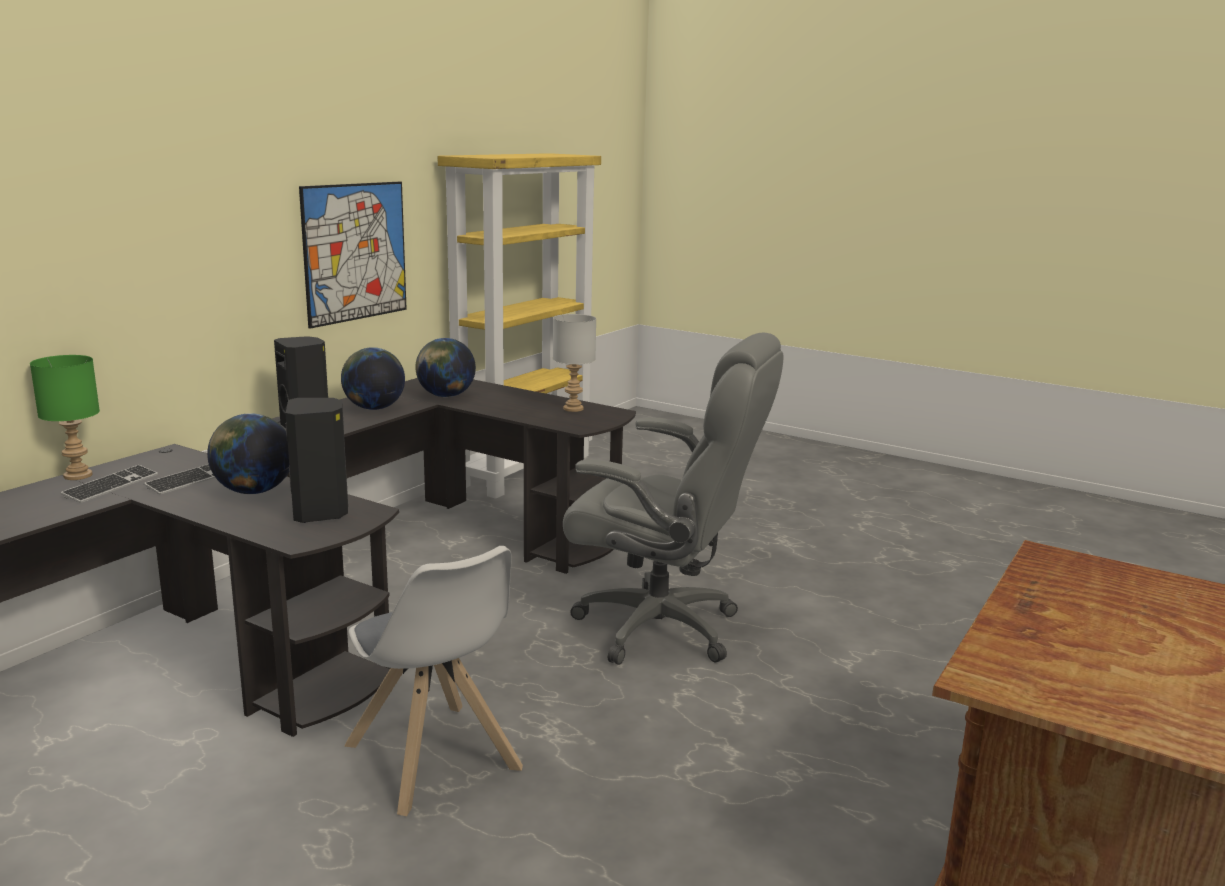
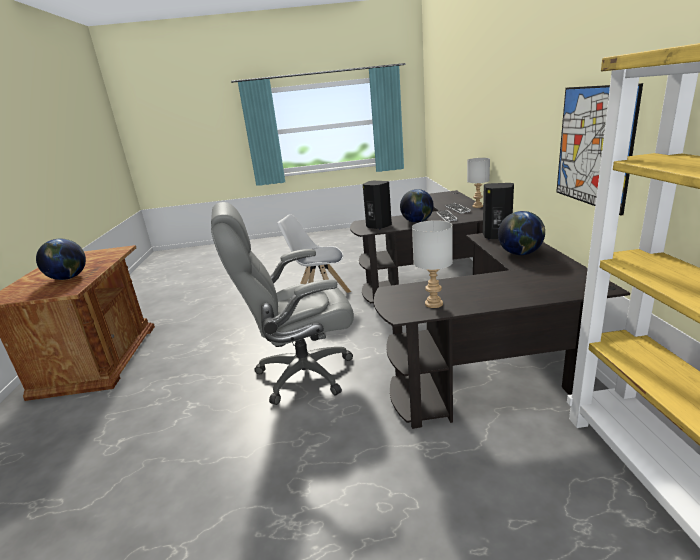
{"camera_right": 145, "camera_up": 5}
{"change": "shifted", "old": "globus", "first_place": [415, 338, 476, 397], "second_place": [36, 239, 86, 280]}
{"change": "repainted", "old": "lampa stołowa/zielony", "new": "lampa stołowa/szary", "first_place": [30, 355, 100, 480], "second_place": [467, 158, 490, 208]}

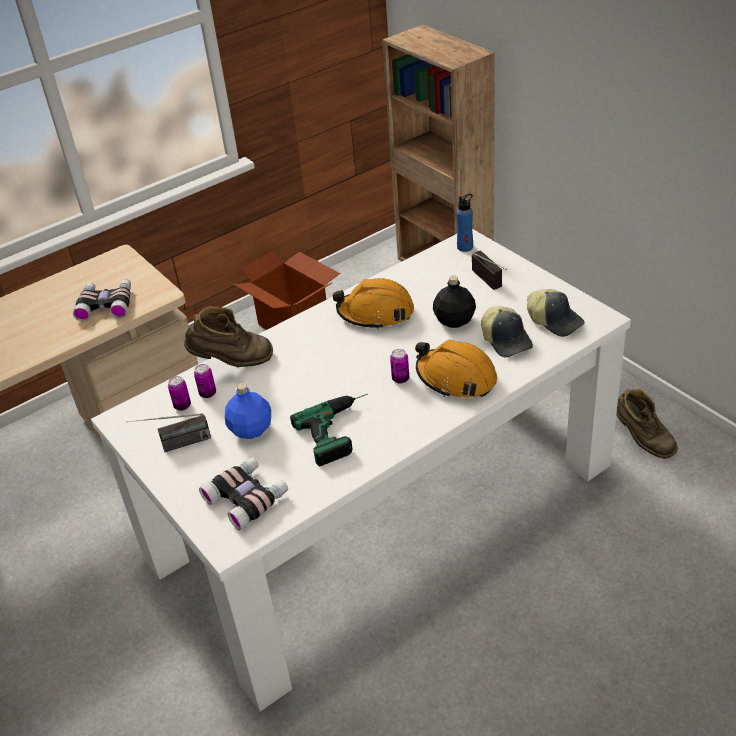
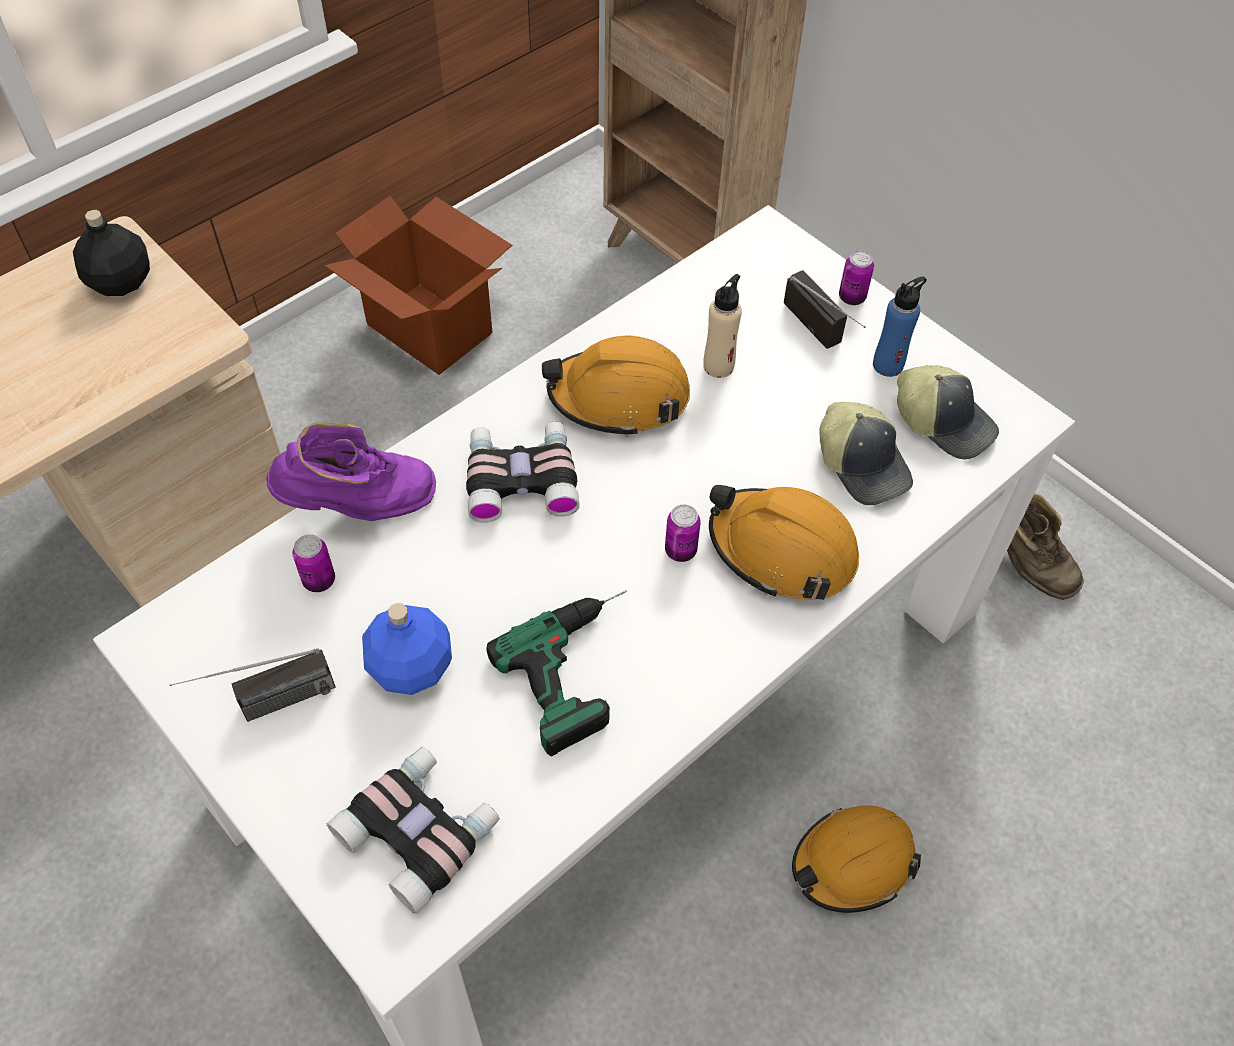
{"camera_right": -10, "camera_up": 15}
{"change": "shifted", "old": "butelka/czarny", "first_place": [433, 275, 476, 328], "second_place": [73, 210, 150, 296]}
{"change": "repainted", "old": "but z cholewką/brązowy", "new": "but z cholewką/fioletowy", "first_place": [184, 306, 273, 367], "second_place": [266, 422, 436, 521]}
{"change": "shifted", "old": "lornetka", "first_place": [73, 279, 131, 321], "second_place": [466, 422, 580, 523]}
{"change": "new", "new": "butelka/beżowy", "second_place": [703, 274, 742, 378]}
{"change": "new", "new": "kask/pomarańczowy", "second_place": [792, 805, 921, 913]}
{"change": "shifted", "old": "puszka", "first_place": [168, 376, 191, 411], "second_place": [839, 250, 874, 305]}
{"change": "shifted", "old": "butelka/niebieski", "first_place": [456, 194, 473, 252], "second_place": [873, 277, 927, 377]}

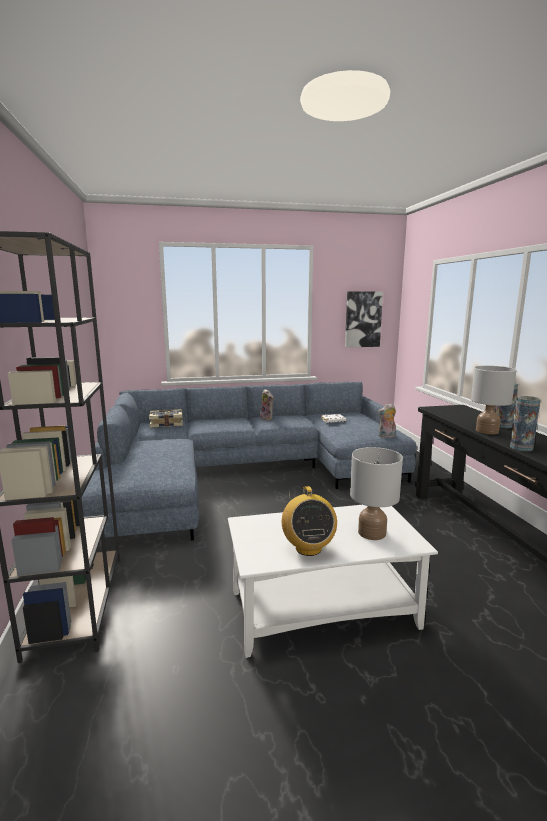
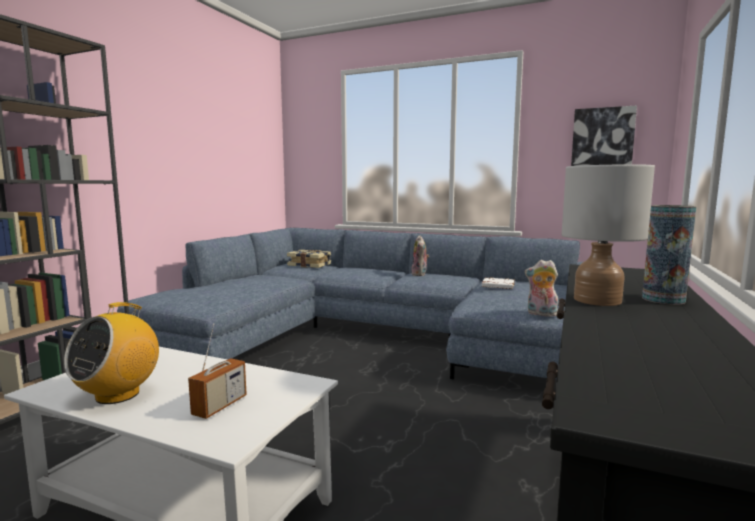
{"camera_right": 35, "camera_up": -5}
{"change": "swapped", "old": "lampa stołowa/szary", "new": "radio", "first_place": [350, 447, 403, 540], "second_place": [188, 323, 247, 419]}
{"change": "gone", "old": "wazon", "first_place": [510, 396, 541, 451]}

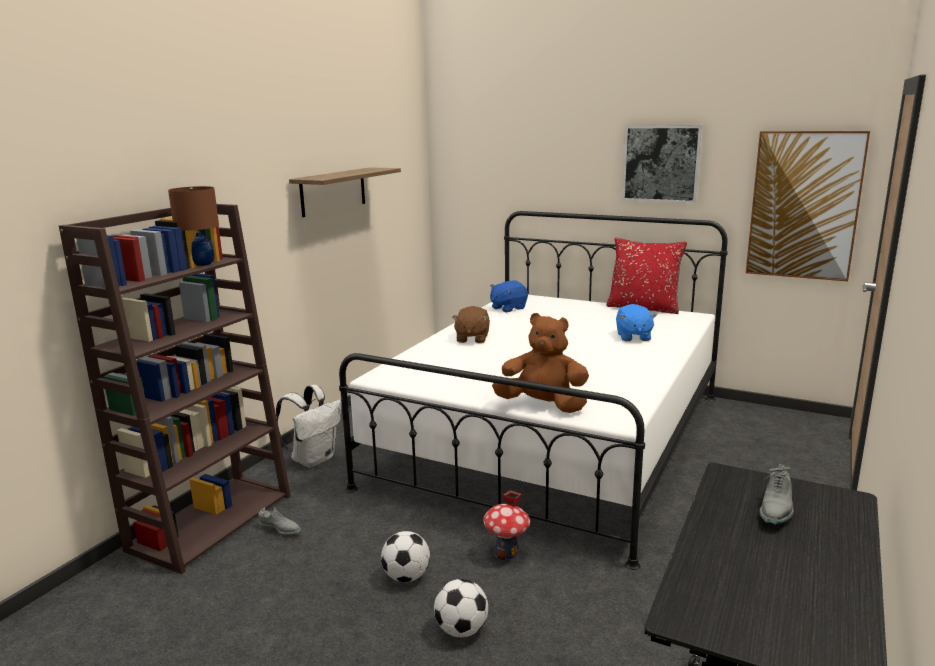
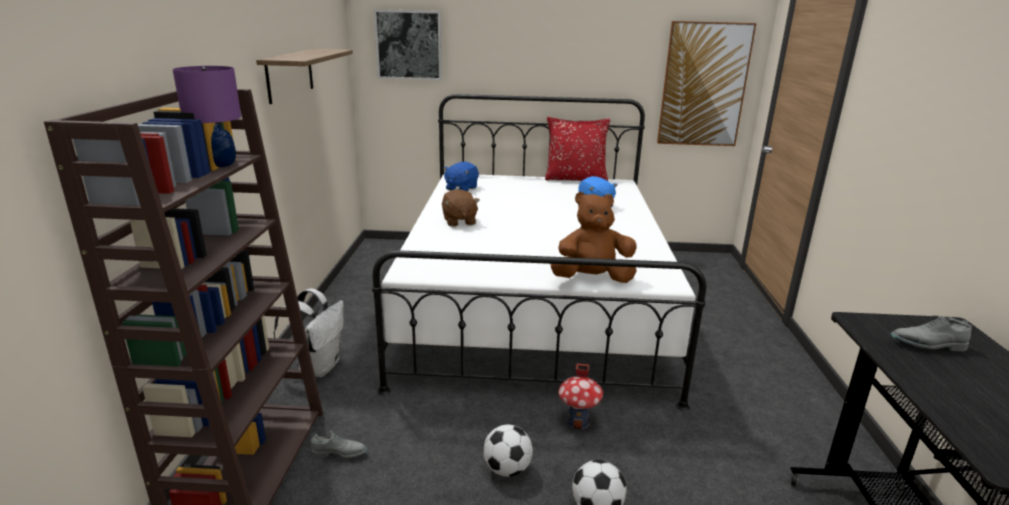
{"camera_right": -25, "camera_up": 5}
{"change": "repainted", "old": "lampa stołowa/brązowy", "new": "lampa stołowa/fioletowy", "first_place": [168, 186, 219, 266], "second_place": [173, 66, 241, 167]}
{"change": "shifted", "old": "obraz", "first_place": [622, 125, 703, 203], "second_place": [374, 9, 442, 81]}
{"change": "rotated", "old": "but/szary", "first_place": [759, 464, 794, 525], "second_place": [890, 315, 972, 351], "degrees": 90}

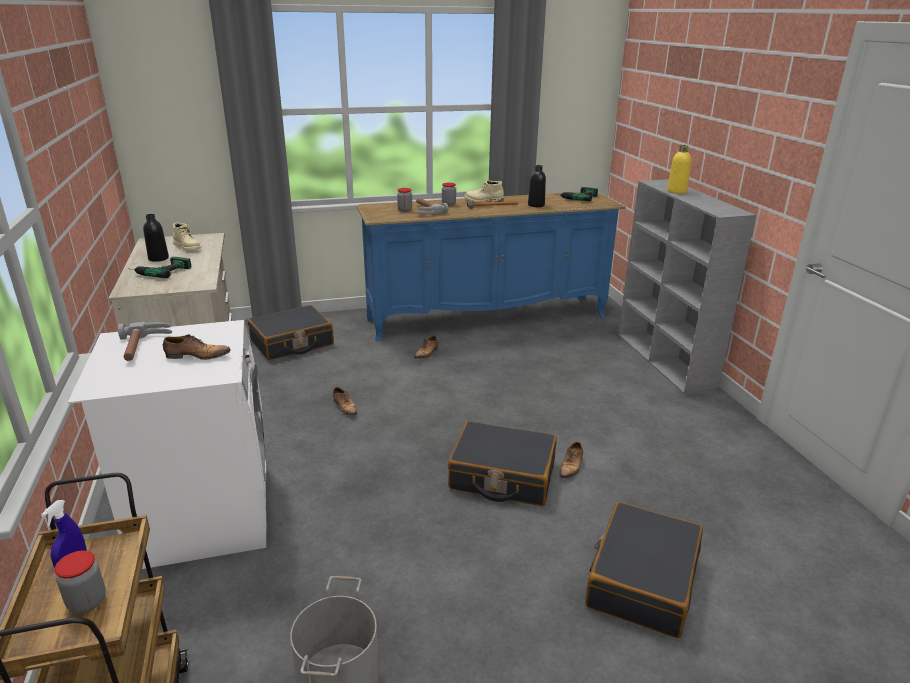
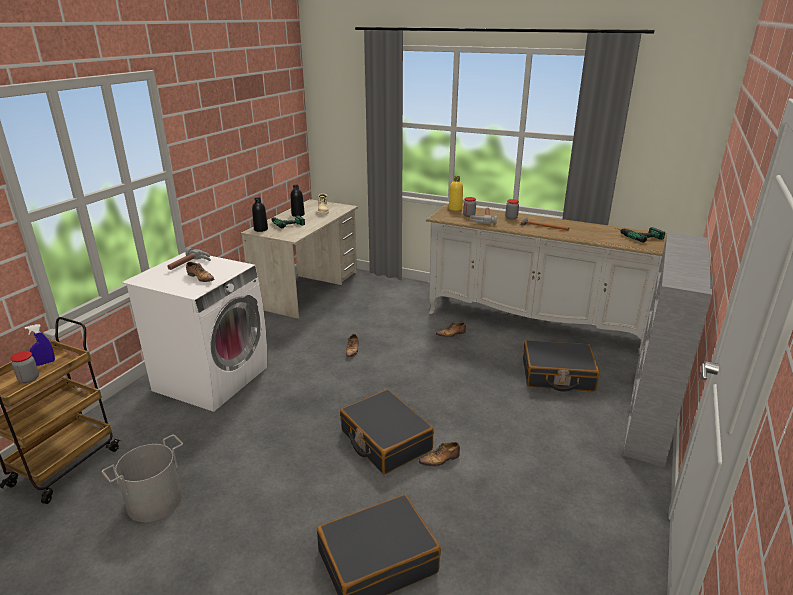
{"camera_right": 40, "camera_up": 0}
{"change": "shifted", "old": "butelka/czarny", "first_place": [528, 165, 546, 207], "second_place": [252, 197, 268, 232]}
{"change": "repainted", "old": "szafka/niebieski", "new": "szafka/szary", "first_place": [357, 192, 626, 342], "second_place": [426, 204, 667, 353]}
{"change": "shifted", "old": "butelka/żółty", "first_place": [667, 145, 691, 194], "second_place": [449, 176, 463, 211]}
{"change": "shifted", "old": "walizka/czarny", "first_place": [248, 305, 334, 360], "second_place": [523, 340, 600, 392]}
{"change": "gone", "old": "but z cholewką/beżowy", "first_place": [464, 180, 504, 203]}

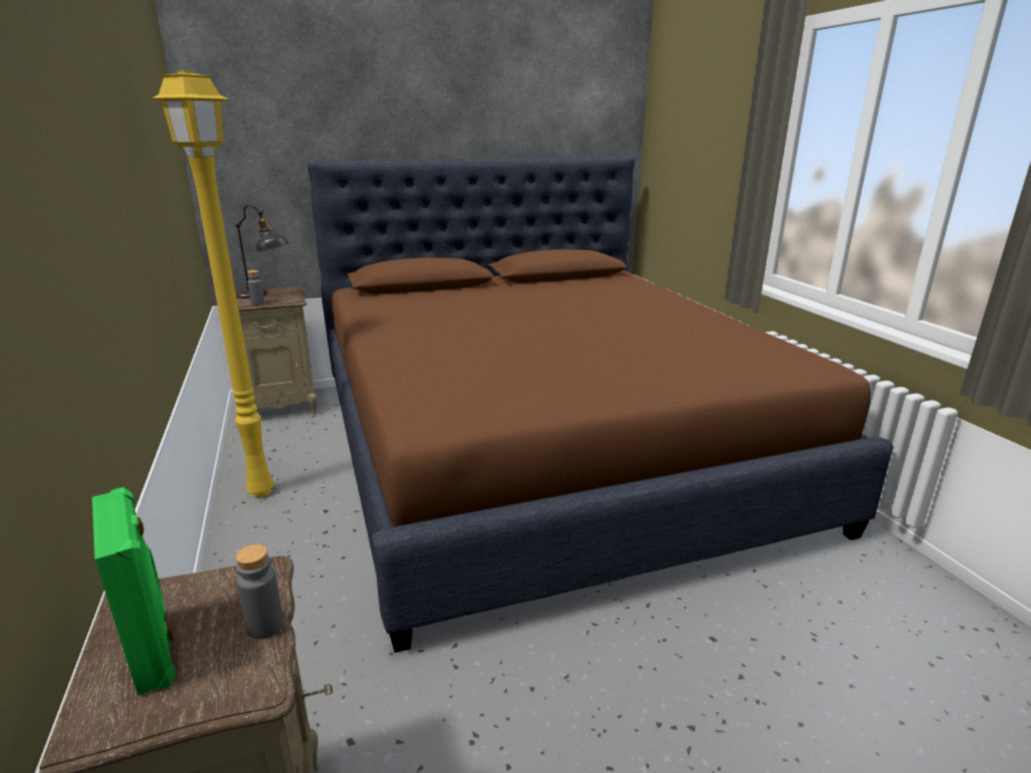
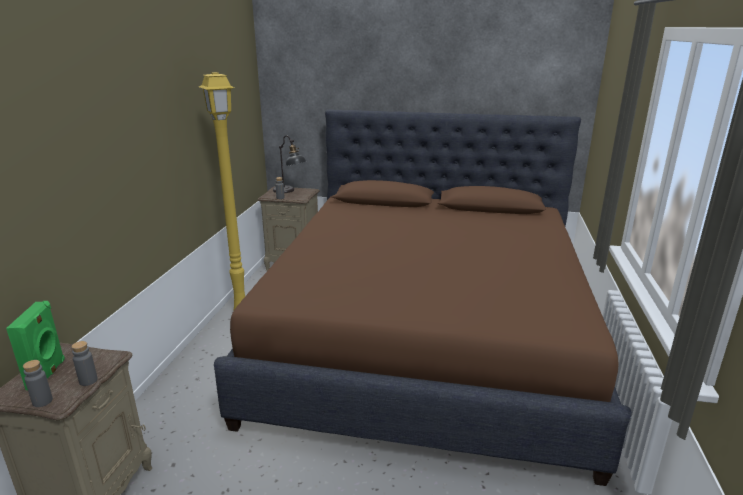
{"camera_right": 30, "camera_up": 0}
{"change": "new", "new": "butelka/szary", "second_place": [23, 360, 53, 407]}

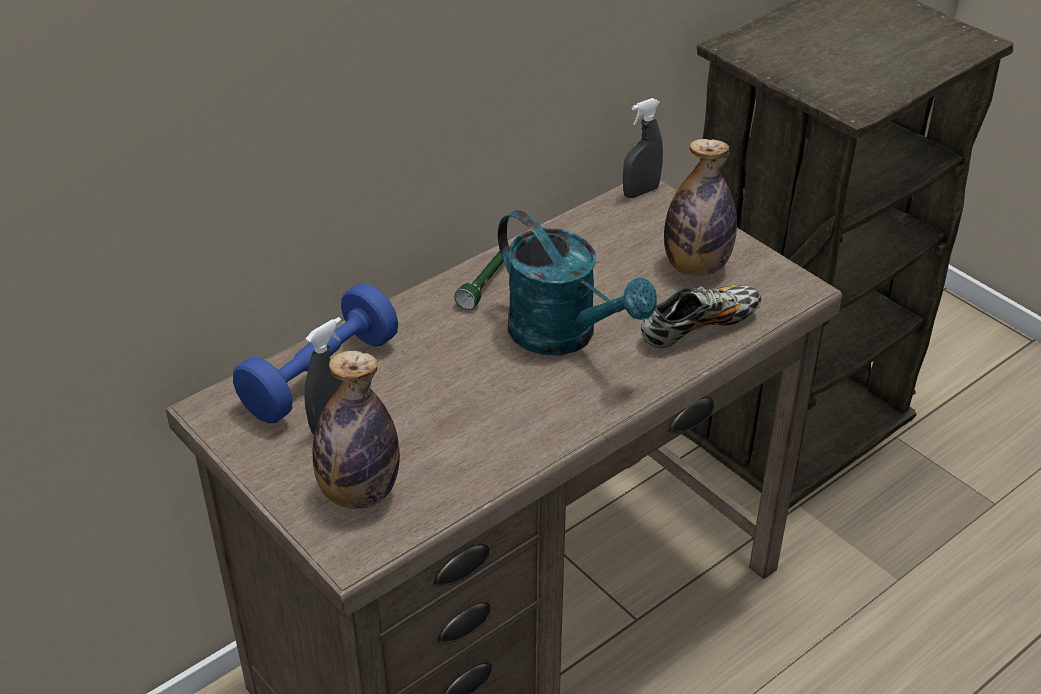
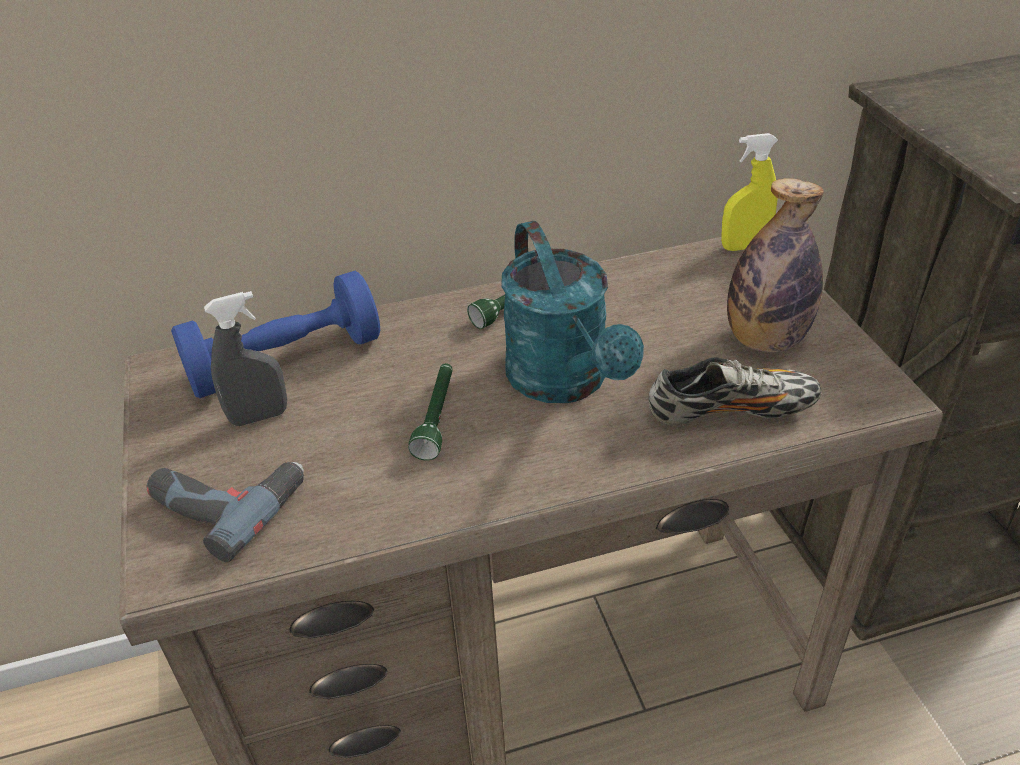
{"camera_right": 25, "camera_up": 0}
{"change": "swapped", "old": "butelka", "new": "wiertarka", "first_place": [313, 351, 400, 509], "second_place": [147, 462, 304, 562]}
{"change": "new", "new": "latarka/zielony", "second_place": [408, 363, 453, 461]}
{"change": "repainted", "old": "spryskiwacz/szary", "new": "spryskiwacz/żółty", "first_place": [623, 98, 663, 198], "second_place": [721, 133, 778, 251]}

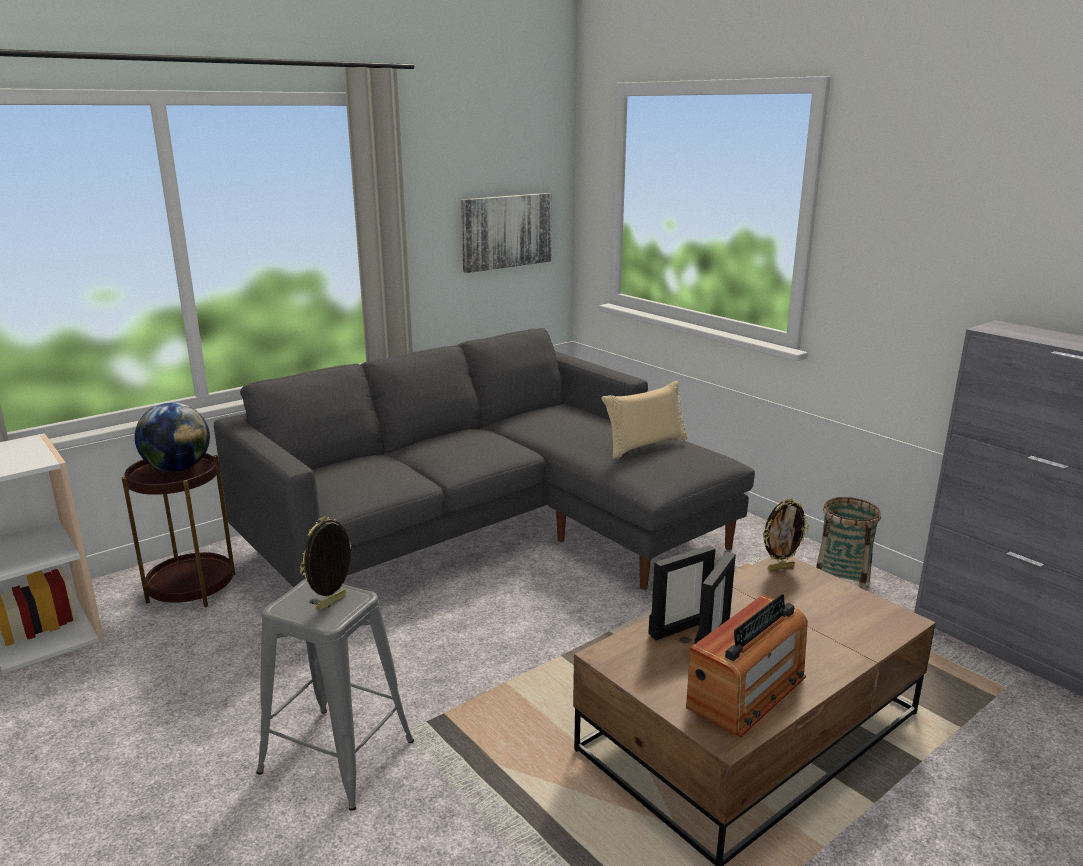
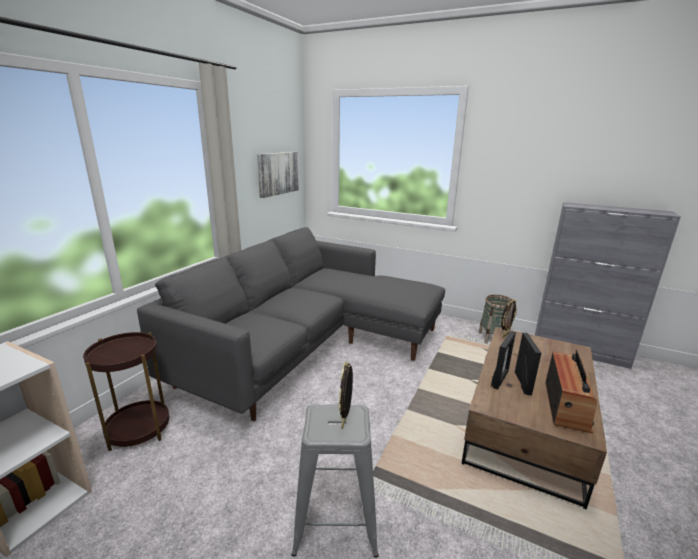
{"camera_right": -25, "camera_up": 0}
{"change": "gone", "old": "globus", "first_place": [135, 403, 210, 472]}
{"change": "gone", "old": "poduszka/beżowy", "first_place": [601, 381, 687, 459]}

